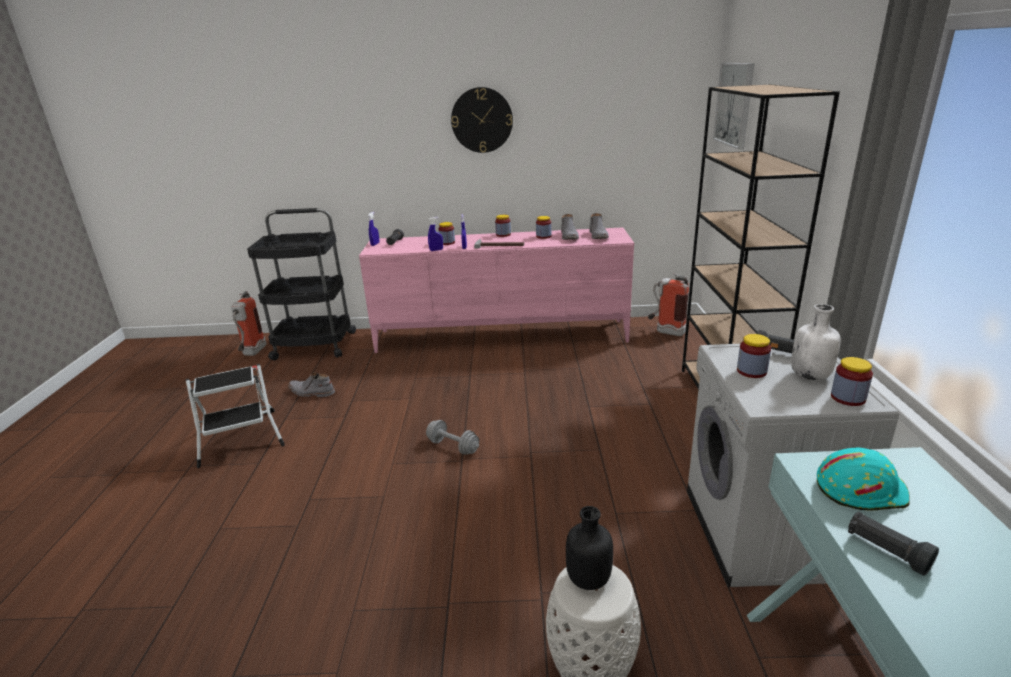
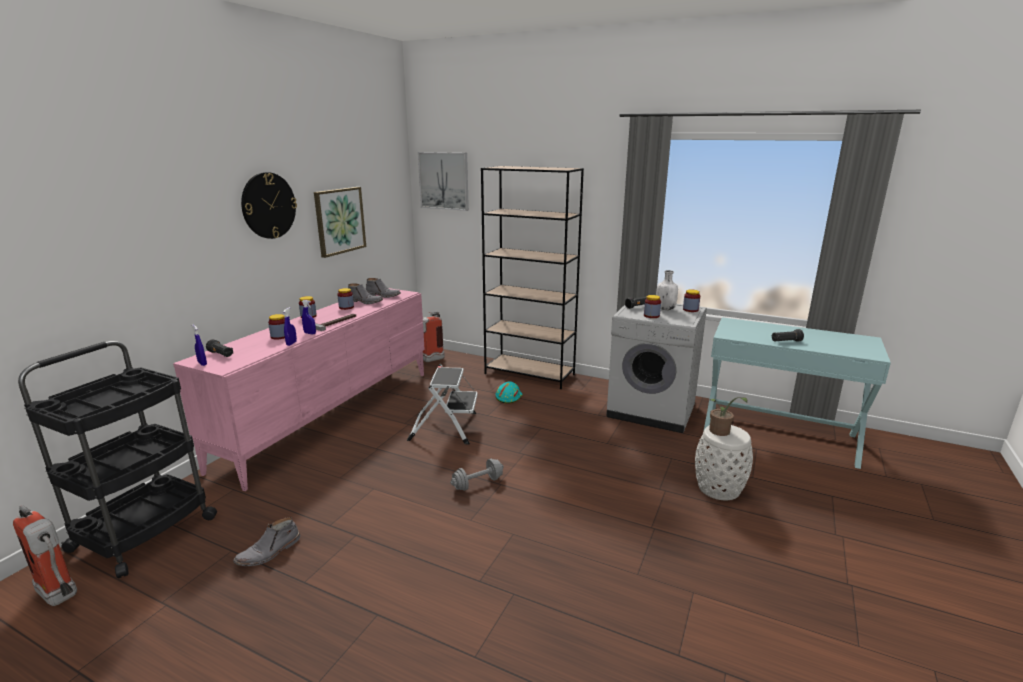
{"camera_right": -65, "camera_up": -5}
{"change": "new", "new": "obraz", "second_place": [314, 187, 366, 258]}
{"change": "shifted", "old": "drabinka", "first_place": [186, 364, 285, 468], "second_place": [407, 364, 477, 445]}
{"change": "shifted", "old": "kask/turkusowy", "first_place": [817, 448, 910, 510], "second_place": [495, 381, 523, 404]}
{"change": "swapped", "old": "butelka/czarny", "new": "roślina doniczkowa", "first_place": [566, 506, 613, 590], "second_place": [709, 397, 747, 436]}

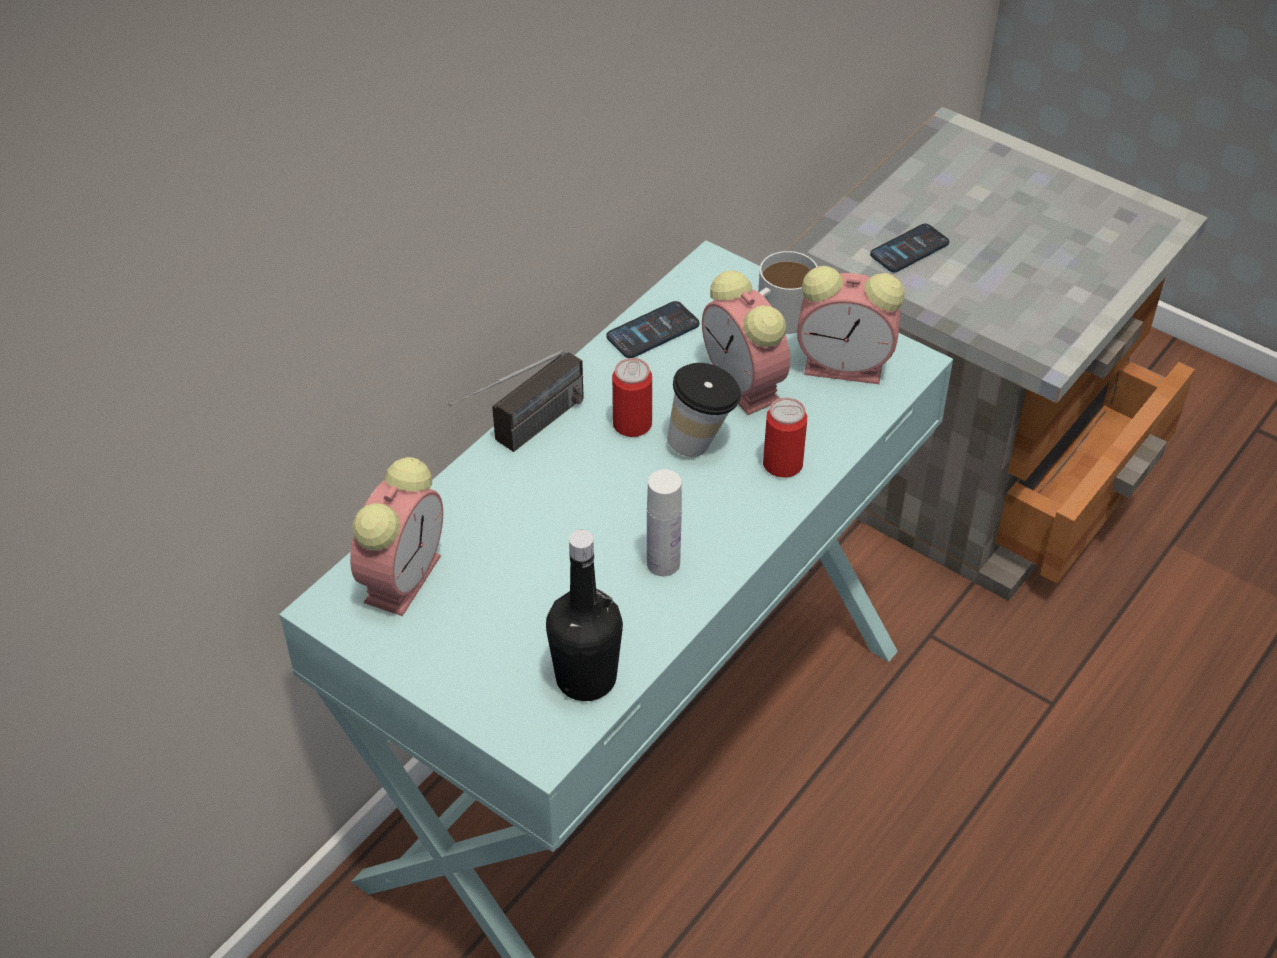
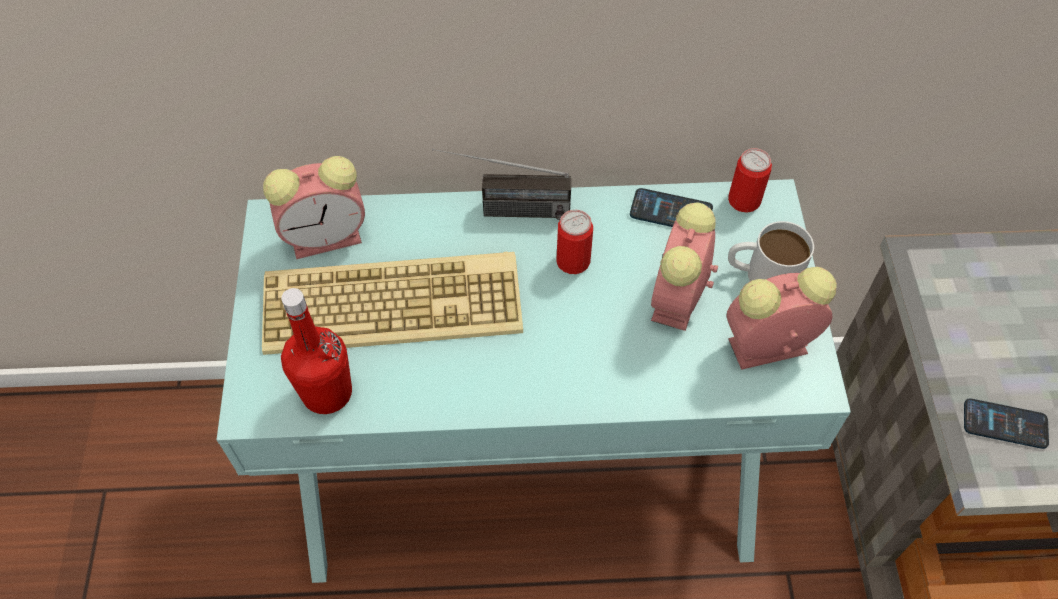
{"camera_right": 50, "camera_up": 10}
{"change": "new", "new": "klawiatura", "second_place": [262, 252, 523, 355]}
{"change": "repainted", "old": "butelka/czarny", "new": "butelka/czerwony", "first_place": [546, 530, 623, 701], "second_place": [281, 288, 352, 414]}
{"change": "rotated", "old": "budzik", "first_place": [797, 266, 905, 384], "second_place": [726, 267, 837, 370], "degrees": 105}
{"change": "shifted", "old": "puszka", "first_place": [763, 398, 807, 478], "second_place": [728, 148, 772, 213]}
{"change": "shifted", "old": "telefon", "first_place": [870, 224, 949, 272], "second_place": [964, 398, 1049, 449]}
{"change": "gone", "old": "butelka/biały", "first_place": [647, 469, 682, 576]}
{"change": "gone", "old": "filiżanka", "first_place": [667, 363, 741, 457]}

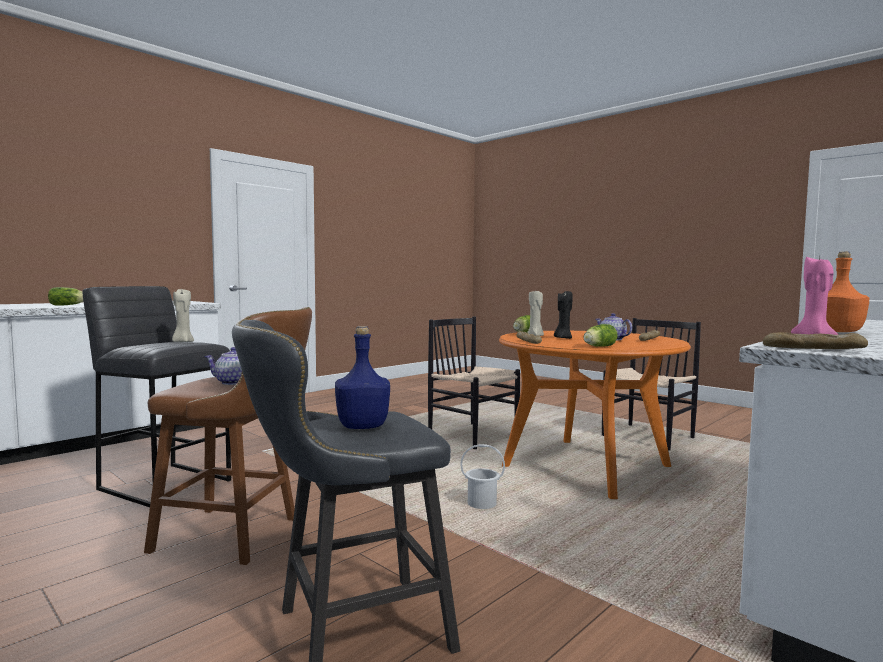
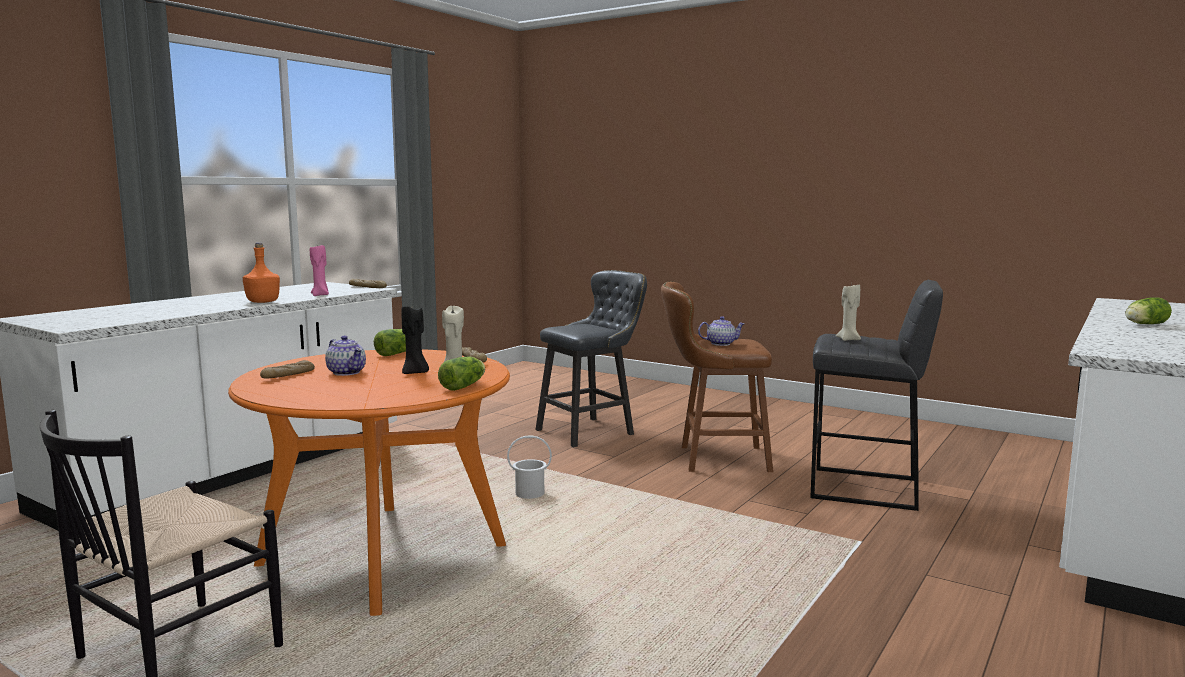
{"camera_right": 170, "camera_up": 5}
{"change": "gone", "old": "butelka/niebieski", "first_place": [335, 326, 390, 429]}
{"change": "gone", "old": "krzesło/czarny", "first_place": [428, 317, 520, 449]}

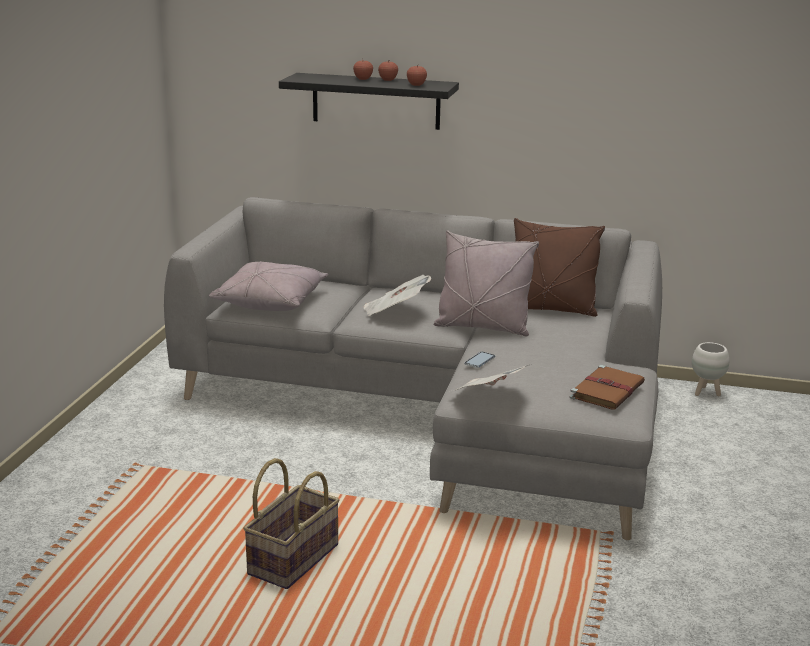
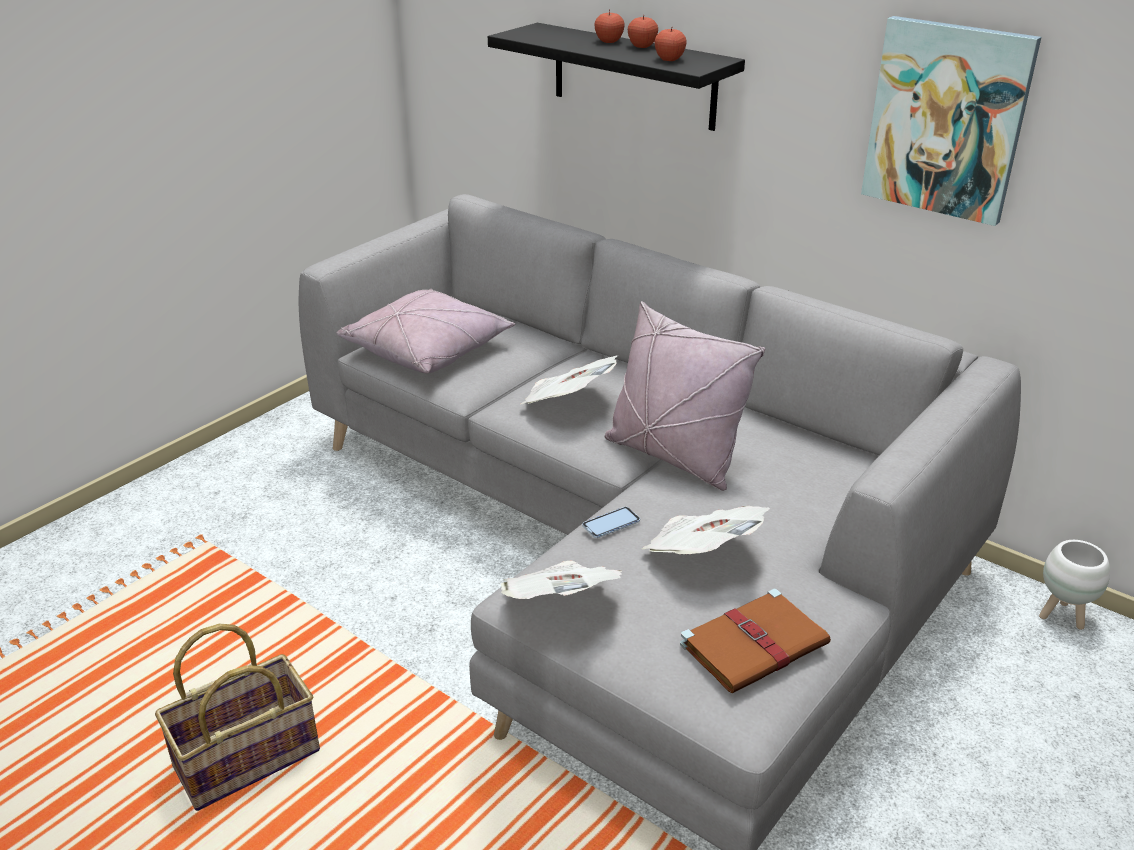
{"camera_right": 25, "camera_up": 10}
{"change": "new", "new": "gazeta", "second_place": [642, 506, 770, 554]}
{"change": "new", "new": "obraz", "second_place": [861, 16, 1041, 226]}
{"change": "gone", "old": "poduszka/brązowy", "first_place": [514, 218, 605, 317]}

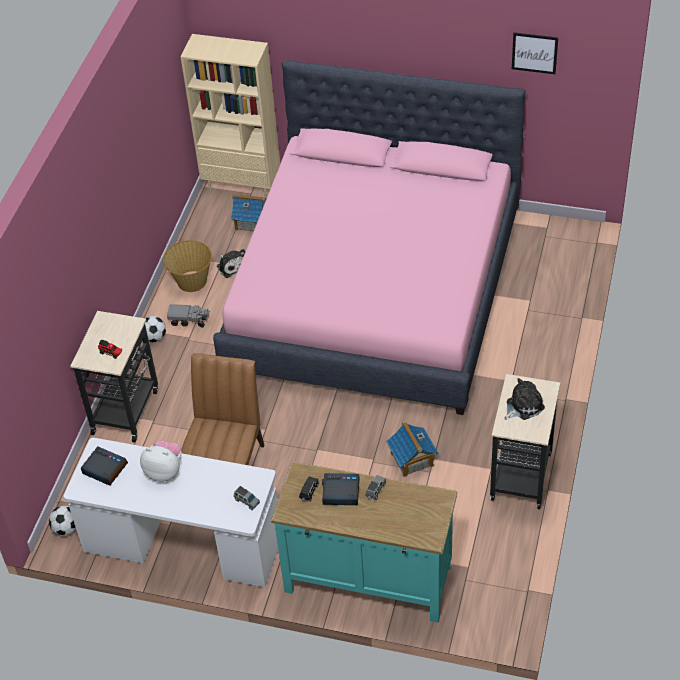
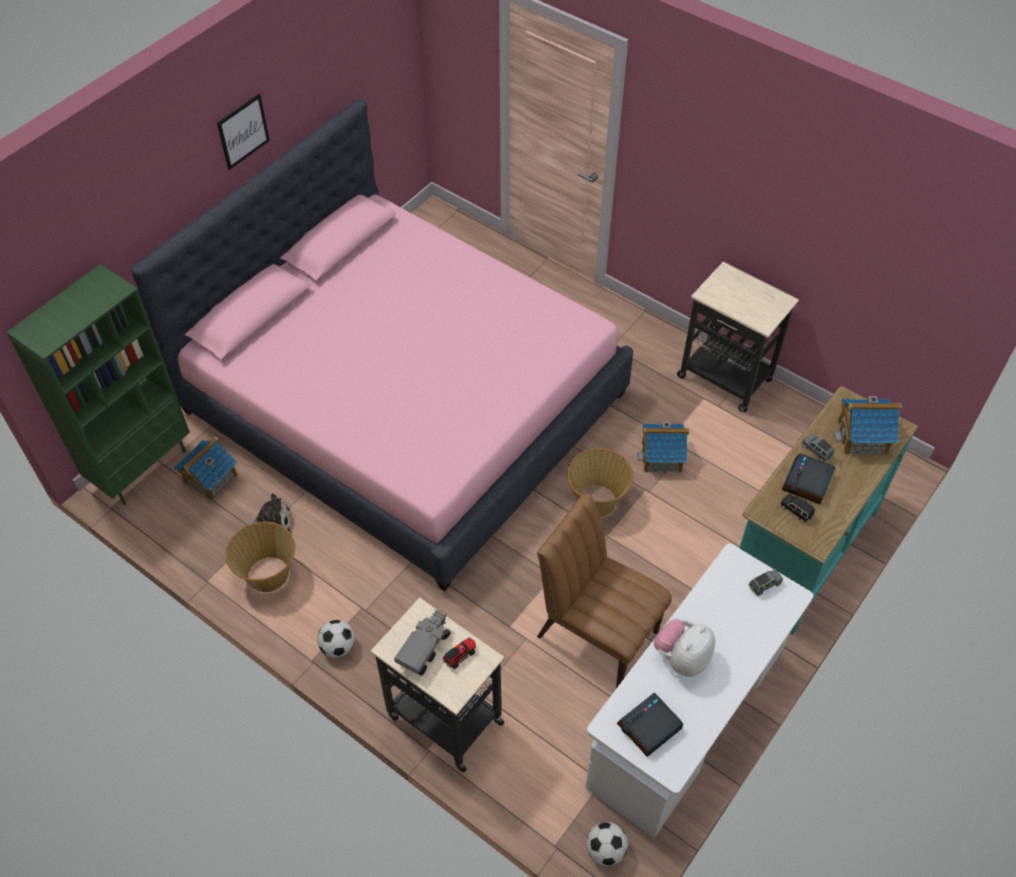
{"camera_right": -70, "camera_up": 5}
{"change": "repainted", "old": "regał/beżowy", "new": "regał/zielony", "first_place": [180, 34, 280, 198], "second_place": [6, 264, 190, 505]}
{"change": "shifted", "old": "obraz", "first_place": [512, 32, 558, 74], "second_place": [217, 94, 270, 170]}
{"change": "shifted", "old": "ciężarówka zabawkowa", "first_place": [167, 304, 210, 328], "second_place": [394, 610, 451, 675]}
{"change": "new", "new": "koszyk", "second_place": [567, 448, 634, 517]}
{"change": "new", "new": "domek", "second_place": [834, 396, 902, 455]}
{"change": "gone", "old": "pluszak", "first_place": [504, 378, 545, 420]}

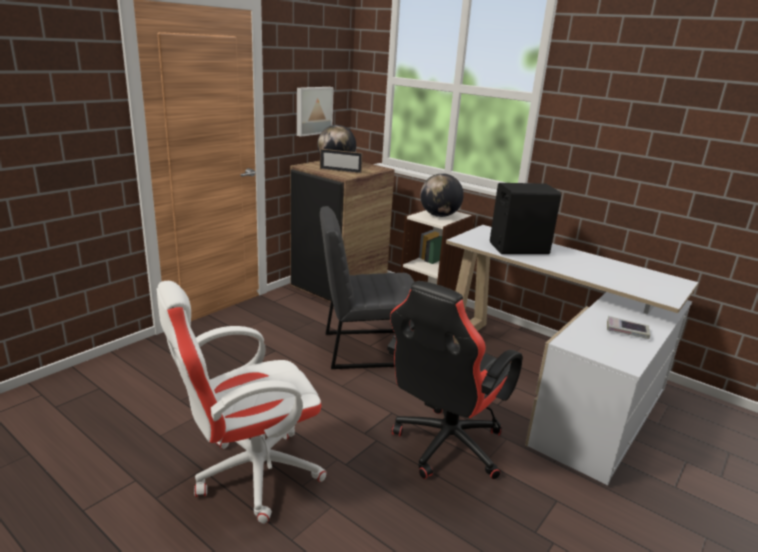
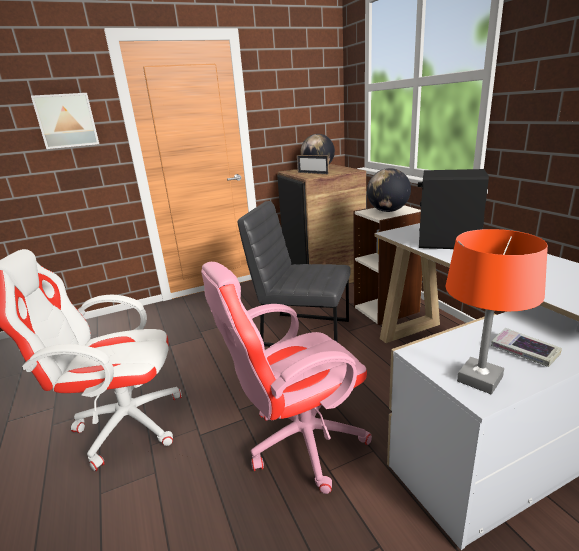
{"camera_right": 30, "camera_up": 0}
{"change": "shifted", "old": "obraz", "first_place": [297, 87, 334, 137], "second_place": [31, 93, 99, 149]}
{"change": "repainted", "old": "krzesło biurowe/czarny", "new": "krzesło biurowe/różowy", "first_place": [387, 281, 523, 479], "second_place": [201, 262, 372, 494]}
{"change": "new", "new": "lampa stołowa/pomarańczowy", "second_place": [445, 229, 548, 395]}

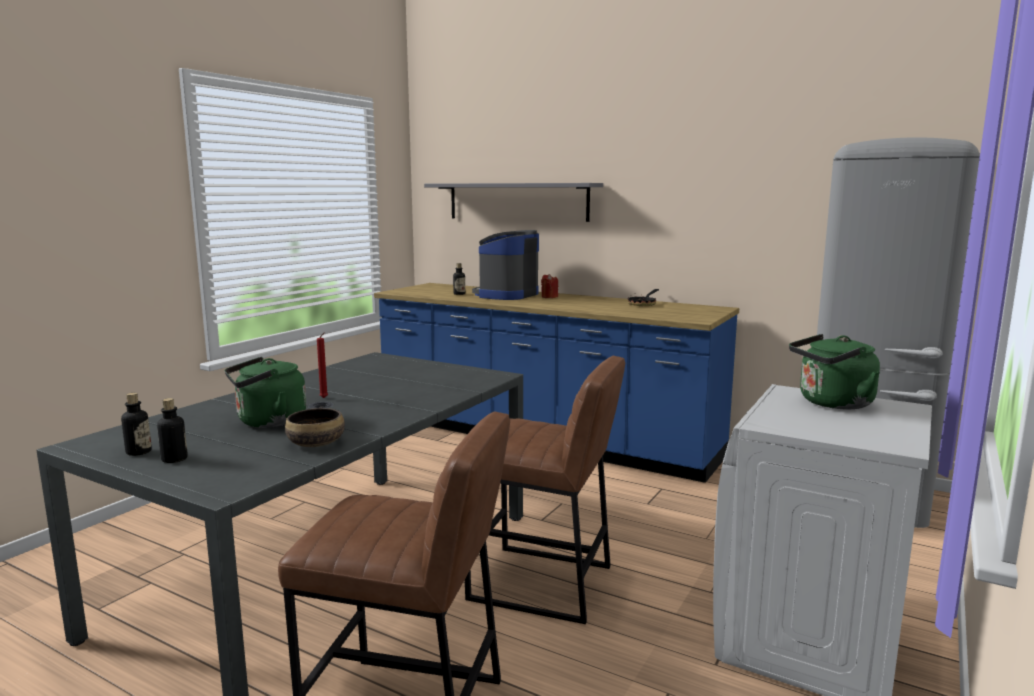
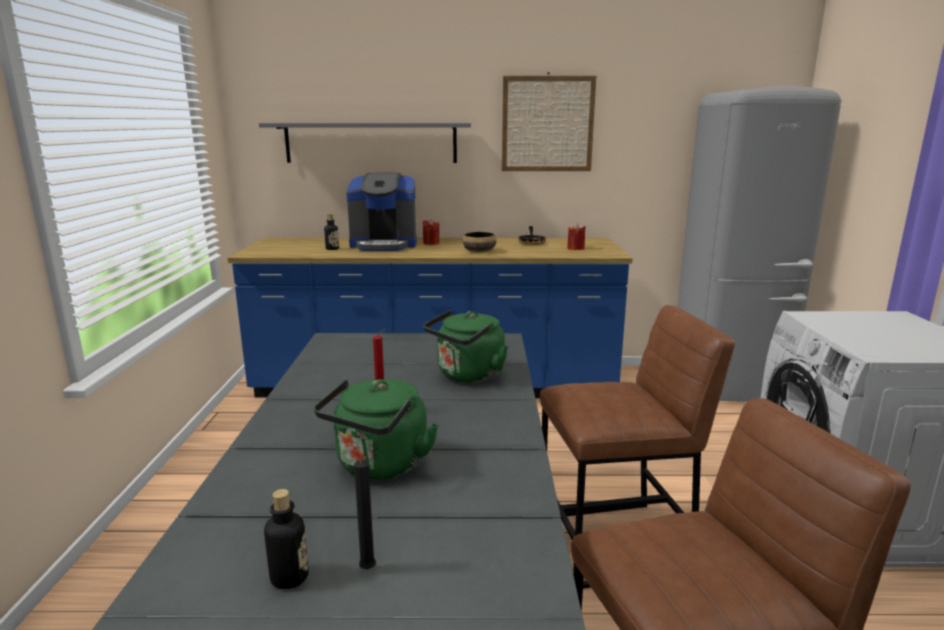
{"camera_right": -30, "camera_up": 5}
{"change": "rotated", "old": "ekspres do kawy", "first_place": [472, 230, 539, 300], "second_place": [346, 172, 417, 251], "degrees": -90}
{"change": "swapped", "old": "butelka", "new": "świeca/czarny", "first_place": [157, 398, 188, 463], "second_place": [354, 457, 376, 569]}
{"change": "shifted", "old": "czajnik/zielony", "first_place": [789, 334, 880, 409], "second_place": [424, 310, 508, 383]}
{"change": "shifted", "old": "miska", "first_place": [285, 408, 345, 447], "second_place": [462, 232, 496, 252]}
{"change": "new", "new": "obraz", "second_place": [502, 72, 596, 171]}
{"change": "new", "new": "świeca/czerwony", "second_place": [567, 223, 586, 250]}

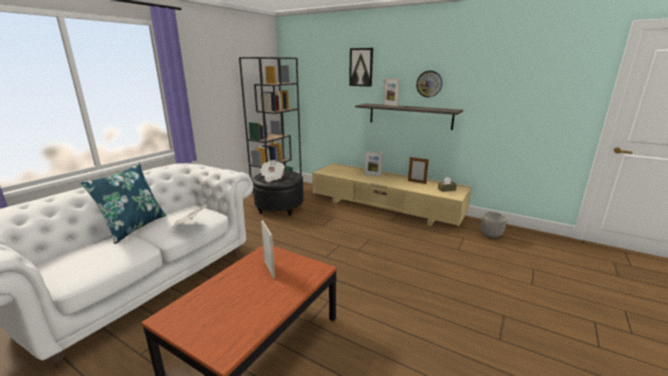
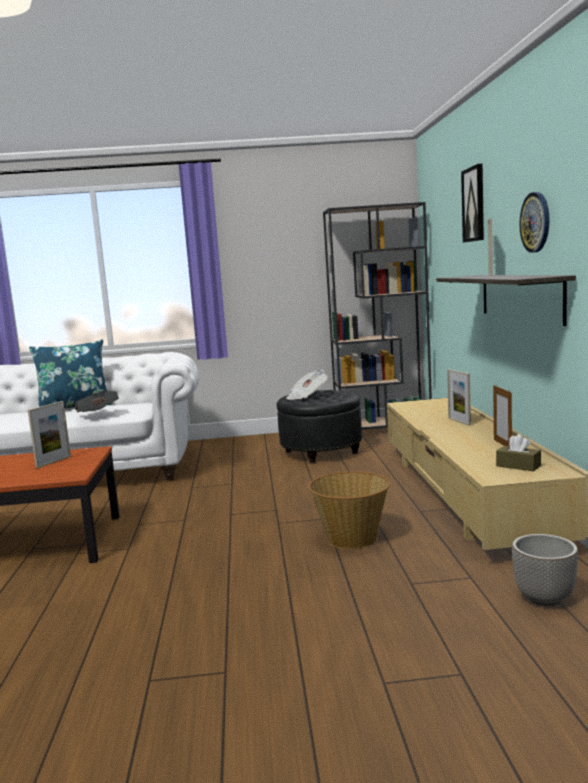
{"camera_right": 55, "camera_up": -10}
{"change": "new", "new": "koszyk", "second_place": [308, 471, 390, 549]}

